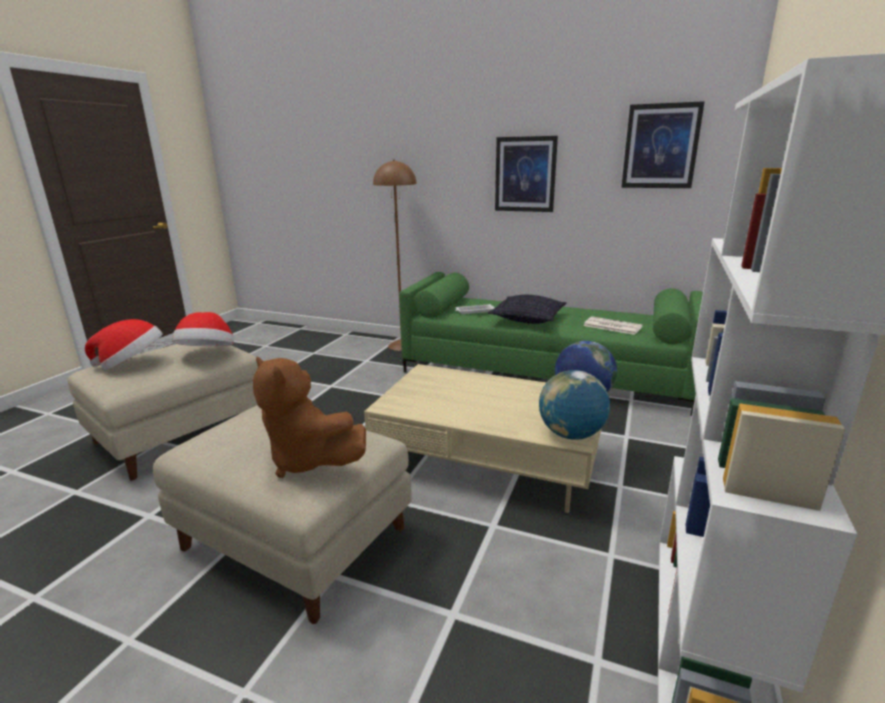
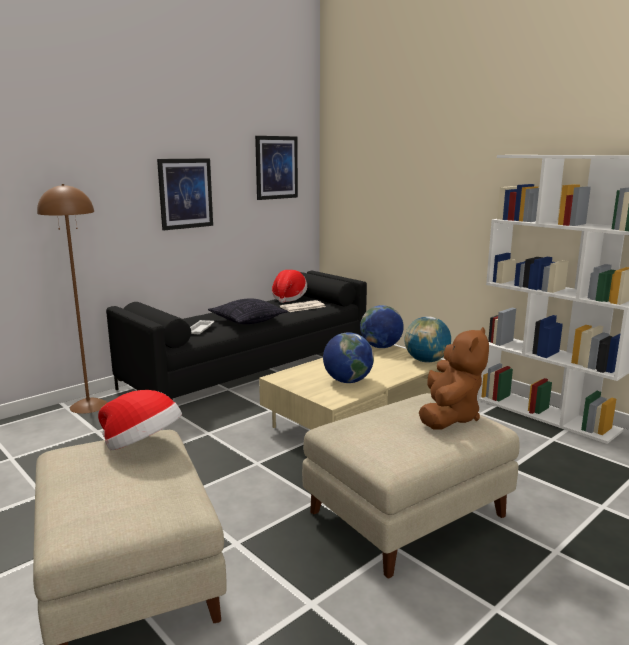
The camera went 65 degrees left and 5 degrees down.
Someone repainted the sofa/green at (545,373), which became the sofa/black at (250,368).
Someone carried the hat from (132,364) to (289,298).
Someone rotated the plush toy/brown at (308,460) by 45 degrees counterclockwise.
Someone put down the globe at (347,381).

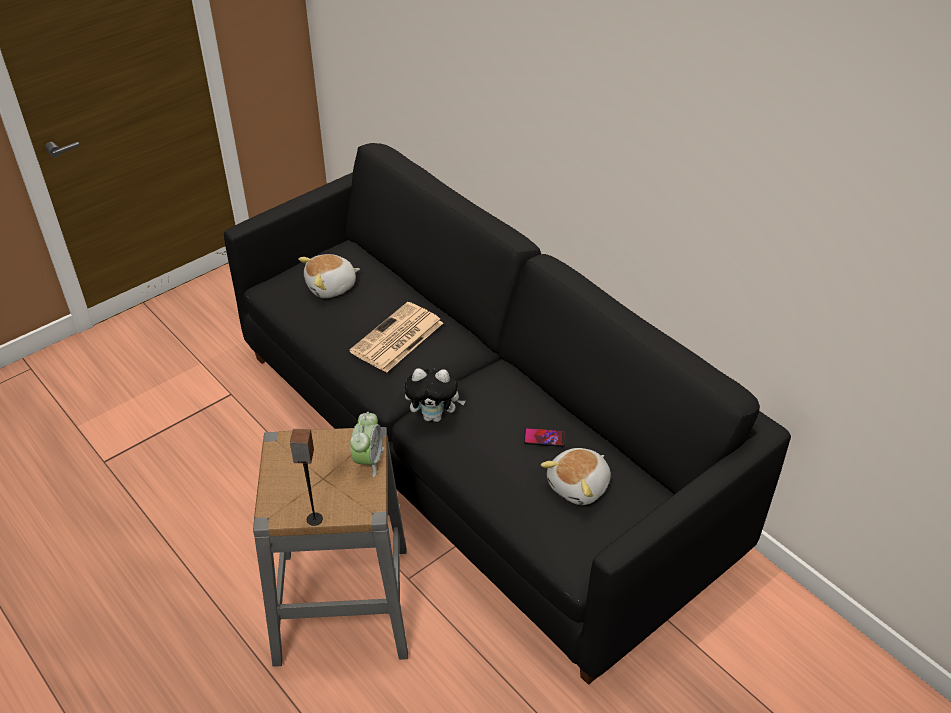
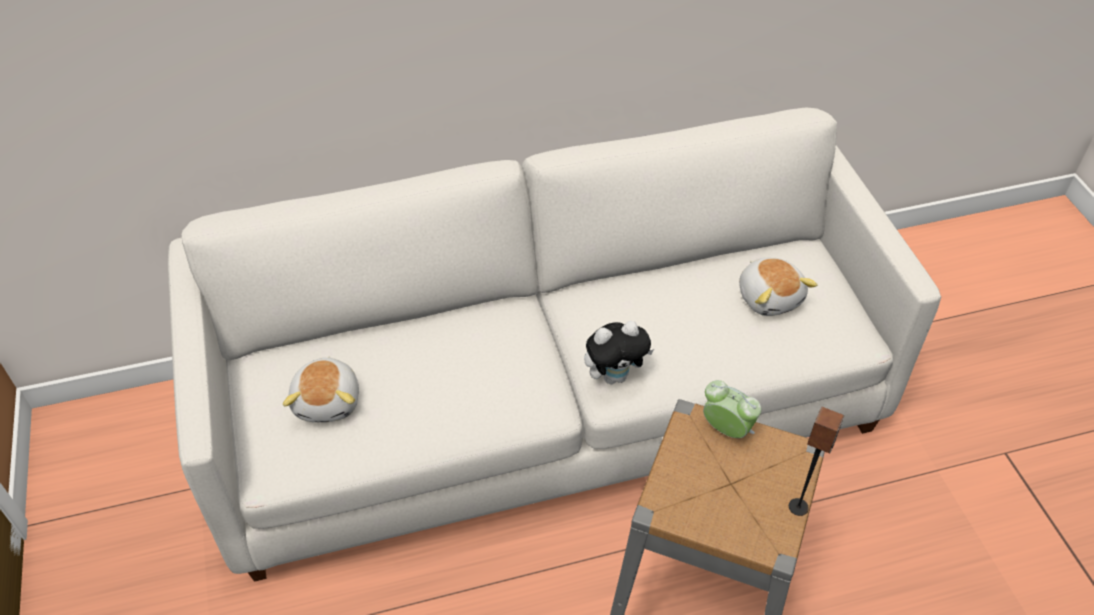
The camera went 65 degrees left and 5 degrees up.
Someone repainted the sofa/black at (477,450), which became the sofa/white at (548,406).
Someone took away the newspaper at (397,338).
Someone rotated the plush toy at (434,416) by 45 degrees clockwise.
Someone took away the phone at (544,438).

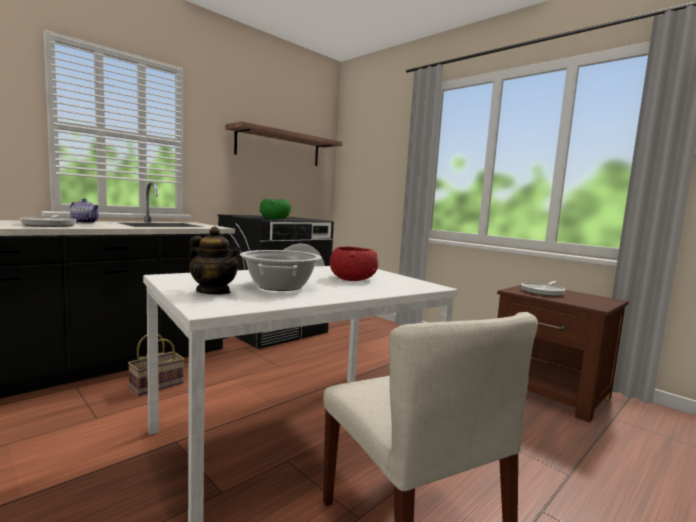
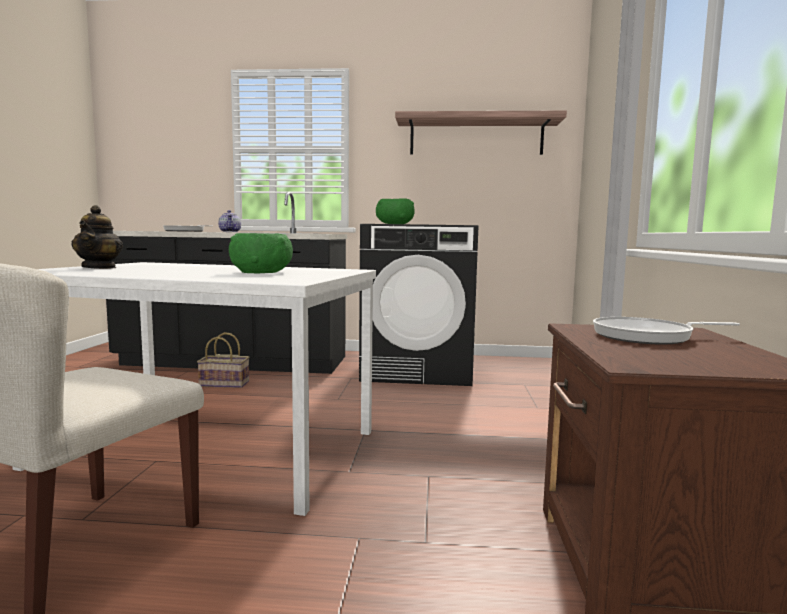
The camera went 50 degrees right and 0 degrees up.
Someone repainted the bowl/red at (352,278), which became the bowl/green at (261,272).
Someone took away the cooking pot at (279,286).

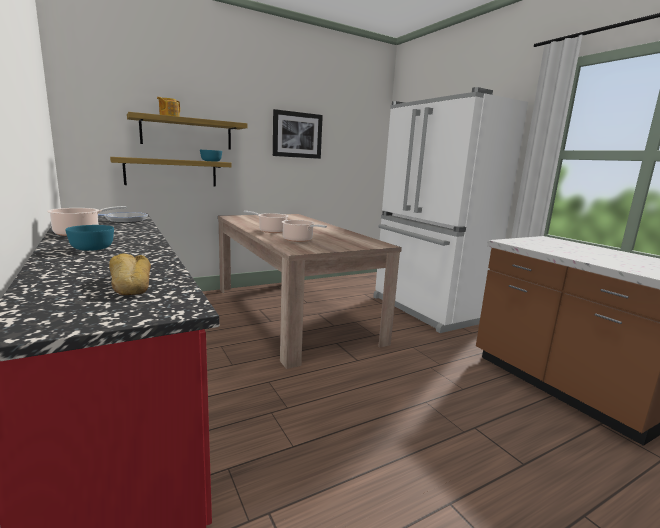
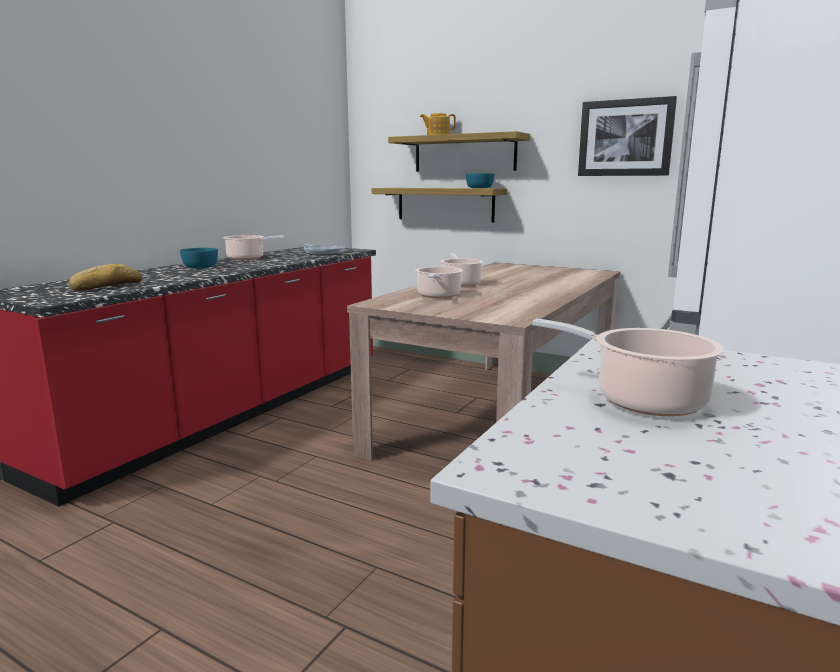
The camera went 60 degrees right and 0 degrees up.
Someone put down the cooking pot at (642,400).

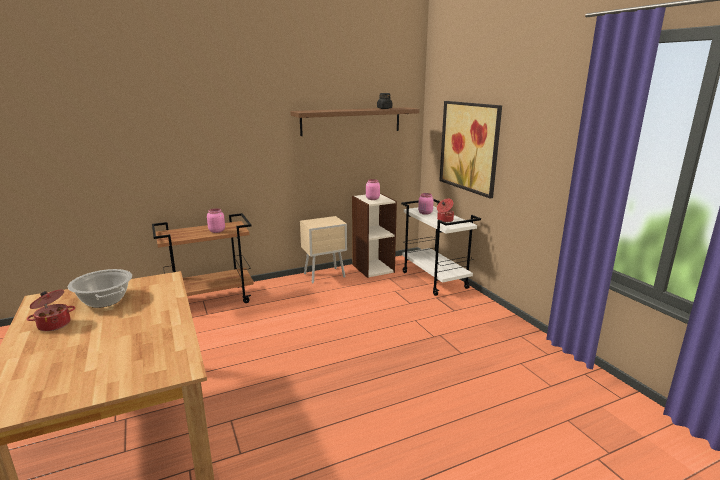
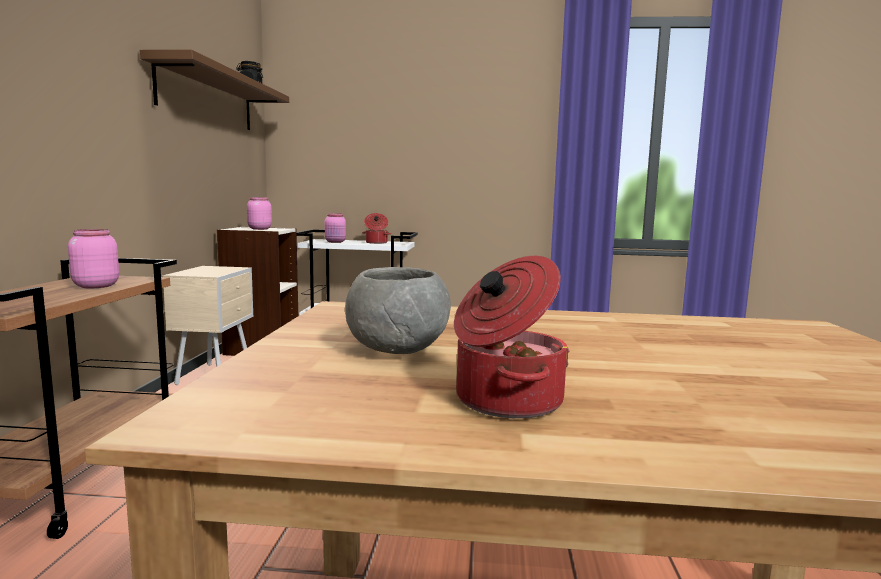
The camera went 60 degrees left and 10 degrees down.
Someone took away the picture at (469,147).
Someone swapped the cooking pot at (105,300) for the bowl/grey at (398,350).

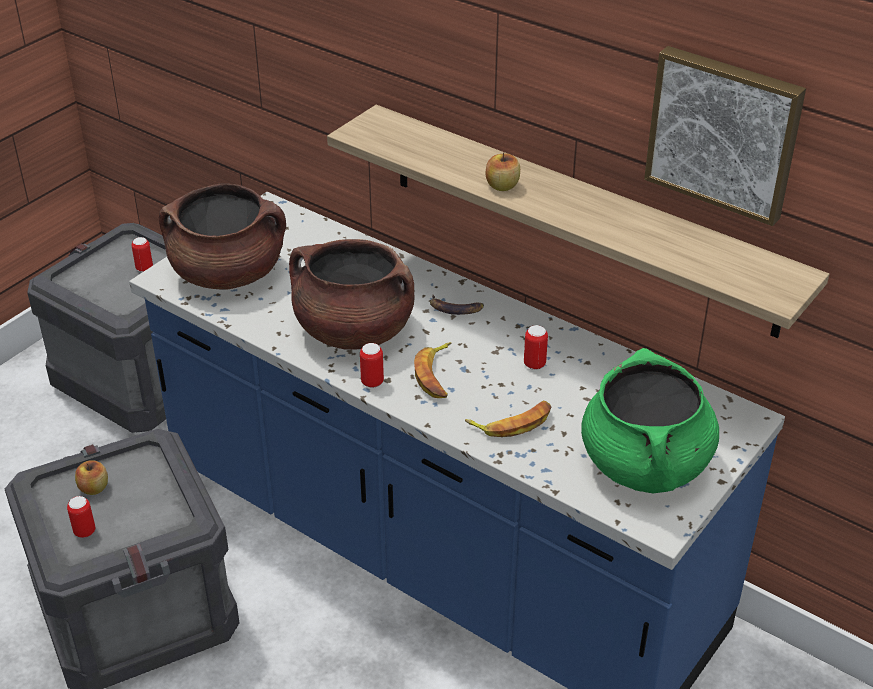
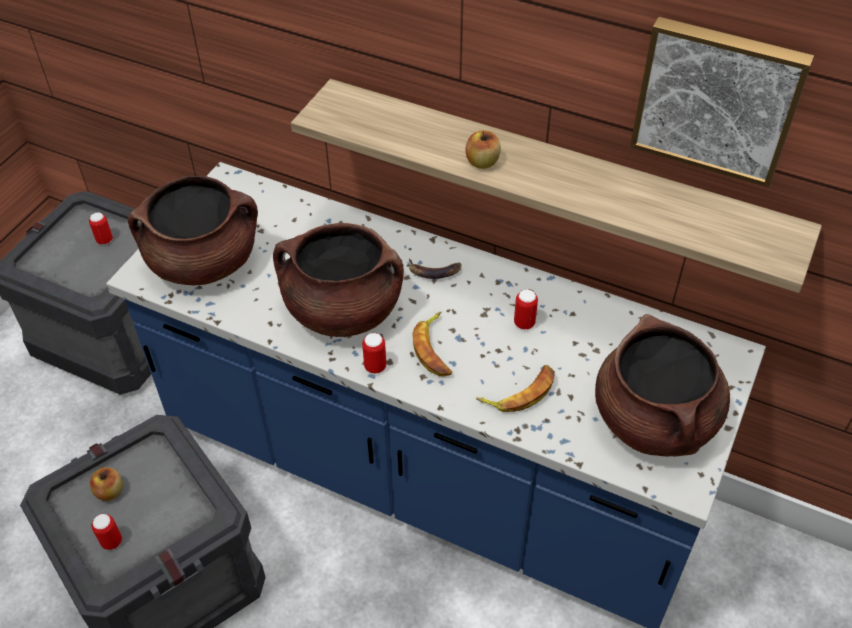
The camera went 10 degrees left and 10 degrees up.
Someone repainted the cooking pot/green at (645,464), which became the cooking pot/brown at (654,420).

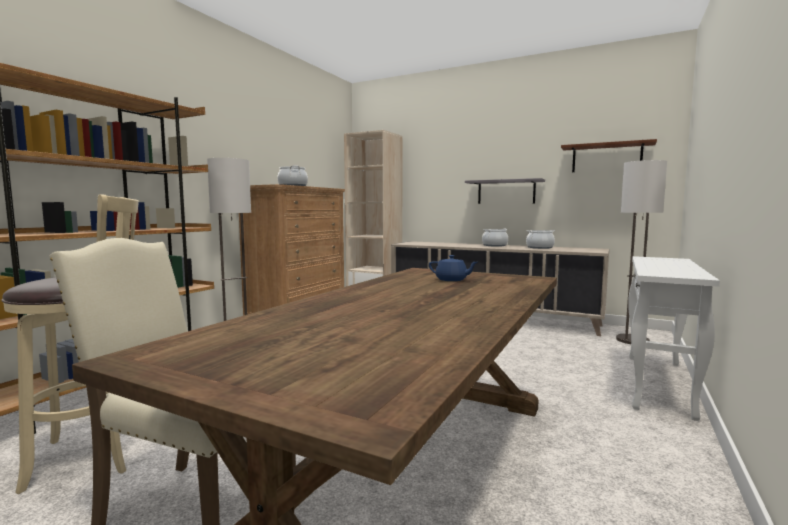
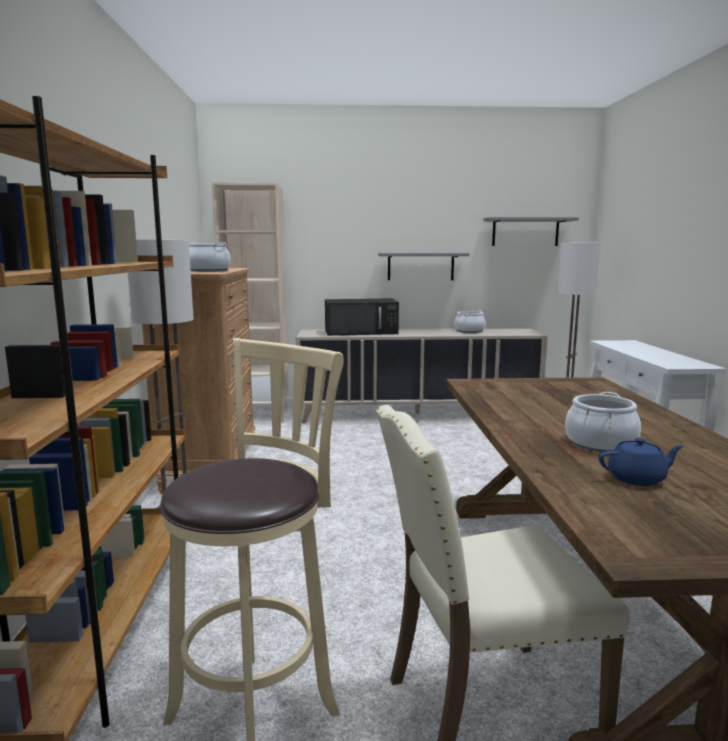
The camera went 30 degrees left and 5 degrees up.
Someone repainted the shelf/brown at (606,158), which became the shelf/grey at (525,232).
Someone carried the cooking pot from (494,245) to (600,443).
Someone carried the teapot/blue from (452,280) to (637,479).
Someone put down the microwave/black at (362,332).

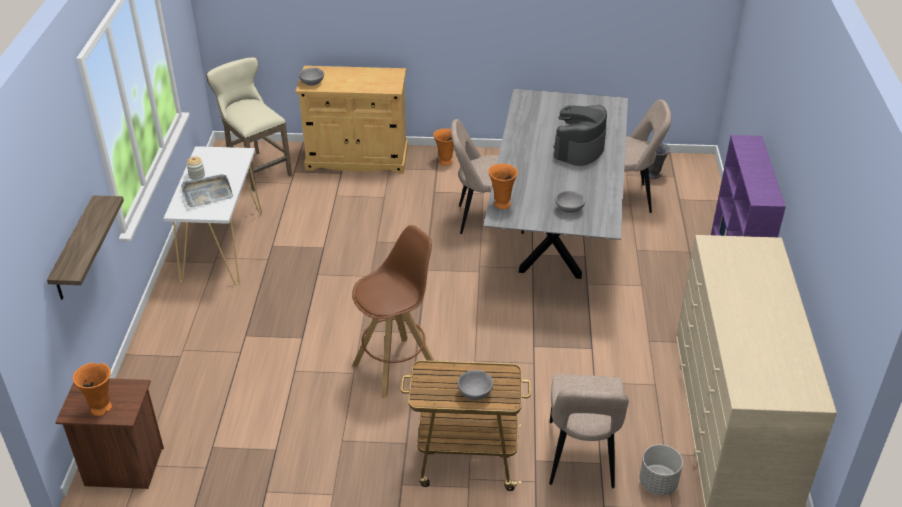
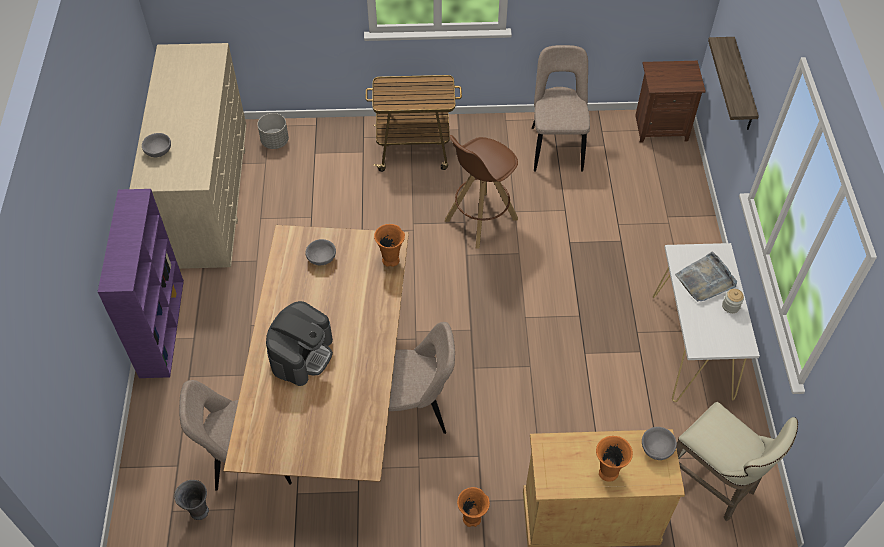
The camera went 175 degrees right and 15 degrees up.
Someone repainted the dining table/grey at (555,232), which became the dining table/brown at (333,396).
Someone carried the vase/orange from (102,408) to (607,472).
Someone carried the bowl/grey from (475,393) to (158,151).
Someone carried the chair/beige from (581,458) to (556,146).

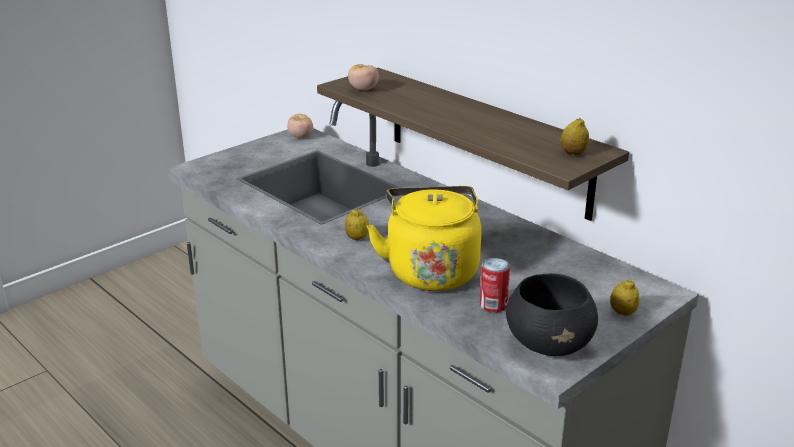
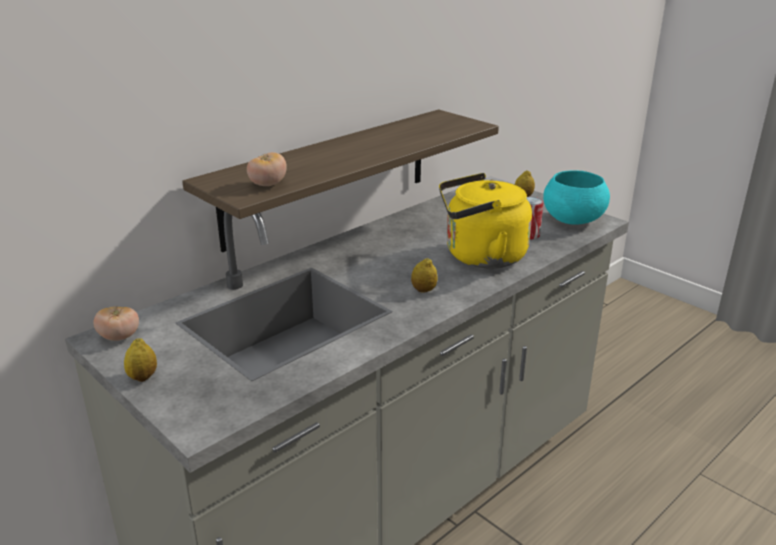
The camera went 90 degrees left and 0 degrees up.
Someone carried the lemon from (573,153) to (143,377).
Someone repainted the bowl/black at (549,344), which became the bowl/turquoise at (572,220).

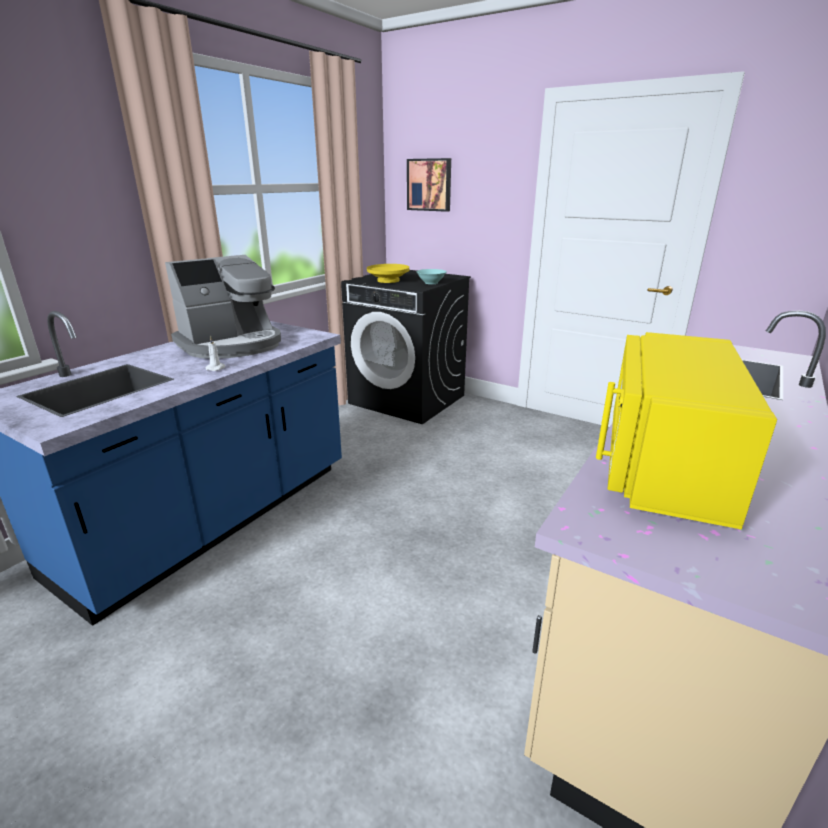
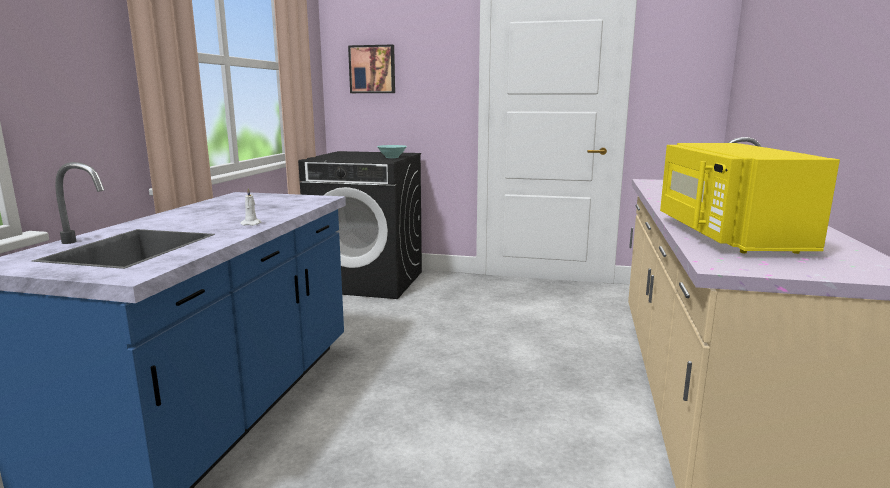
The camera went 20 degrees left and 10 degrees down.
Someone took away the coffee machine at (232,345).
Someone took away the bowl/yellow at (388,281).

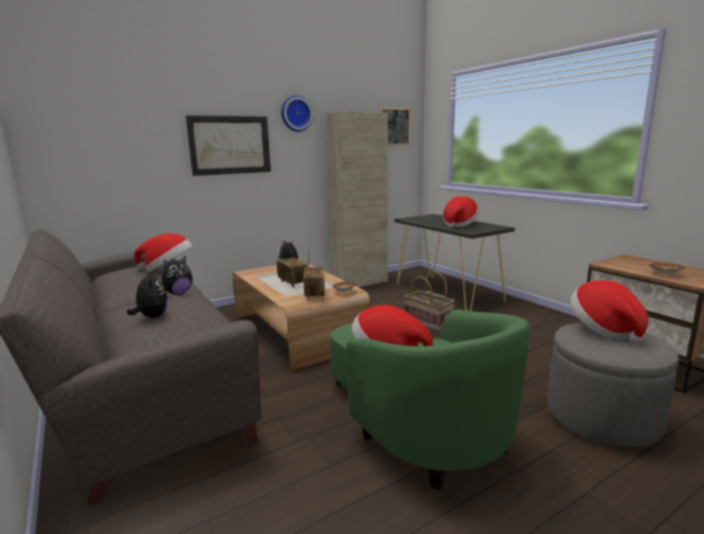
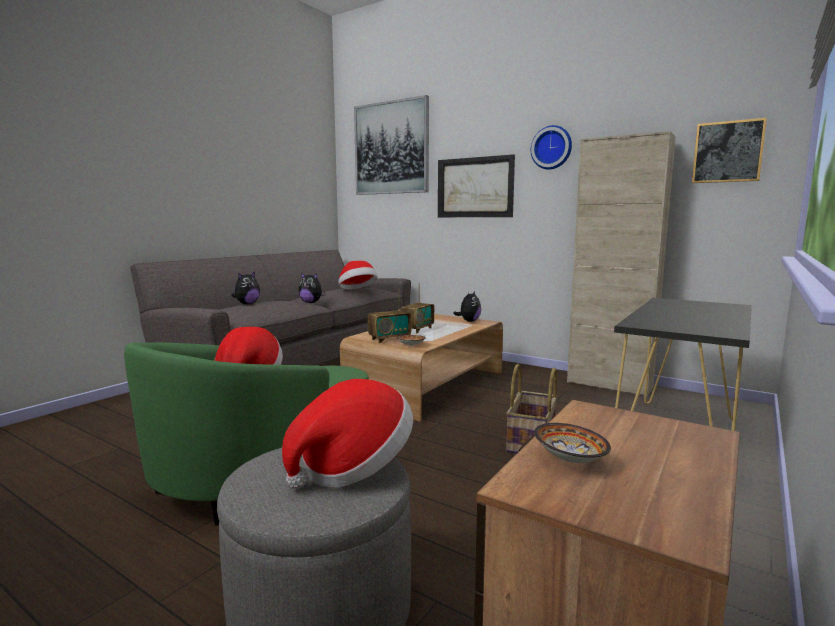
The camera went 65 degrees right and 5 degrees down.
Someone took away the hat at (459,224).
Someone put up the picture at (391,148).

